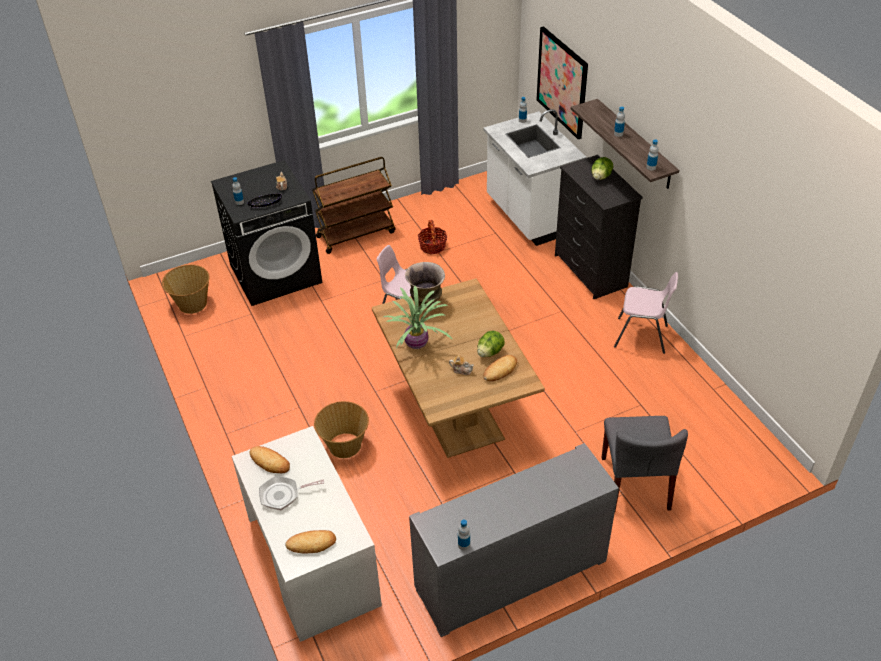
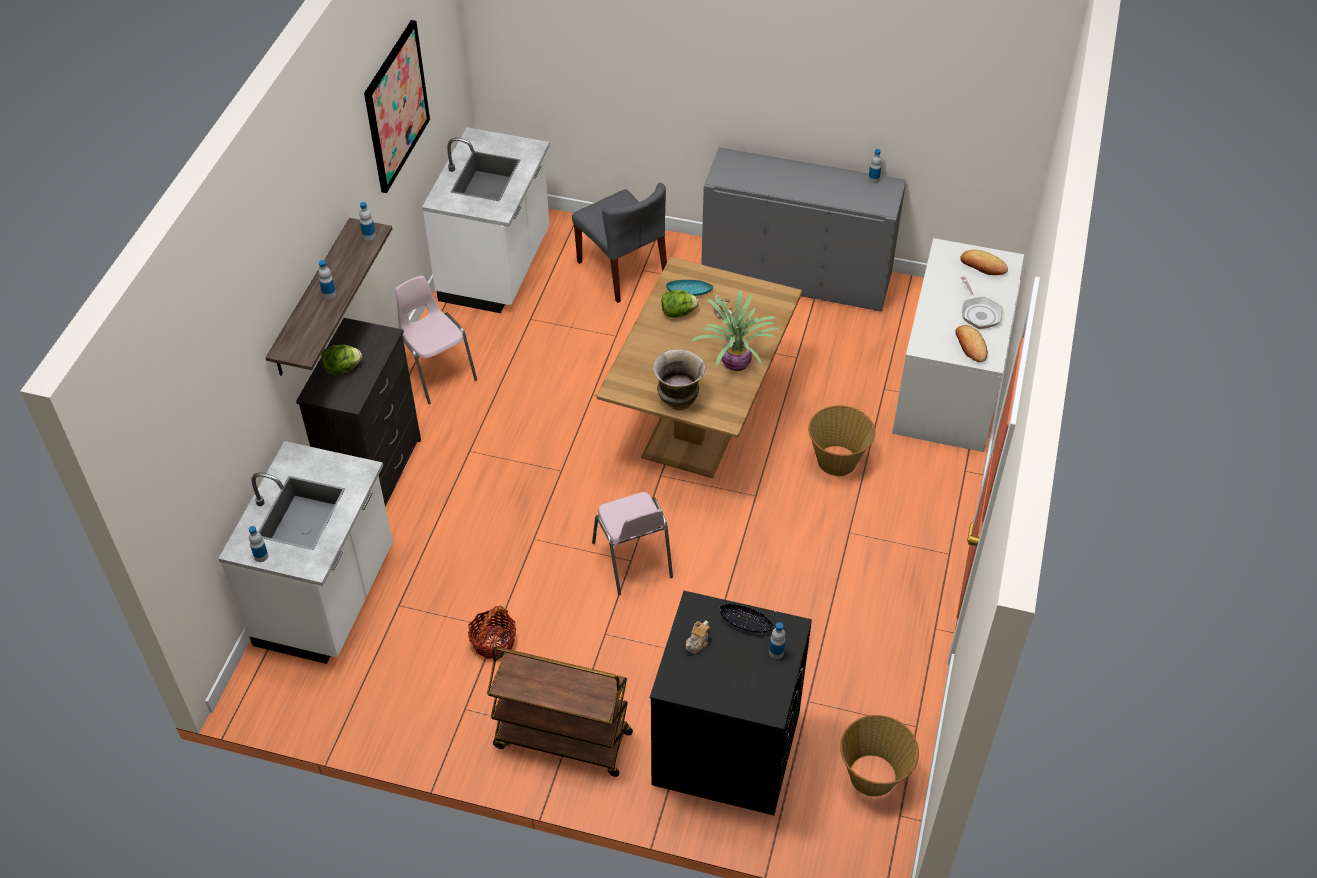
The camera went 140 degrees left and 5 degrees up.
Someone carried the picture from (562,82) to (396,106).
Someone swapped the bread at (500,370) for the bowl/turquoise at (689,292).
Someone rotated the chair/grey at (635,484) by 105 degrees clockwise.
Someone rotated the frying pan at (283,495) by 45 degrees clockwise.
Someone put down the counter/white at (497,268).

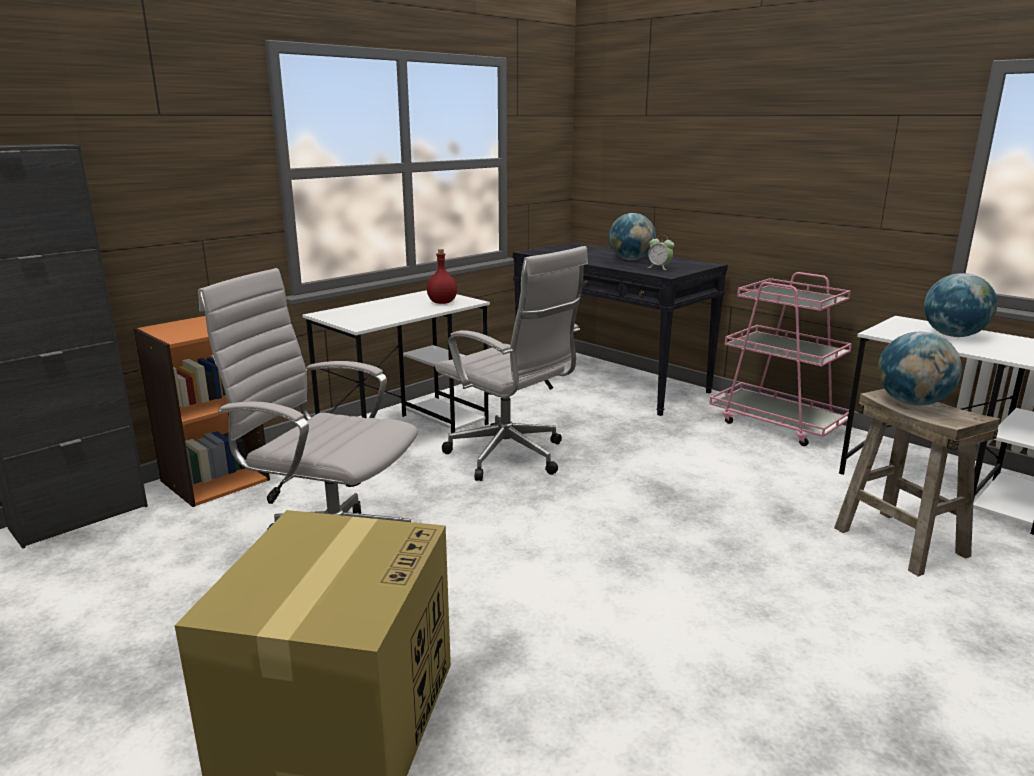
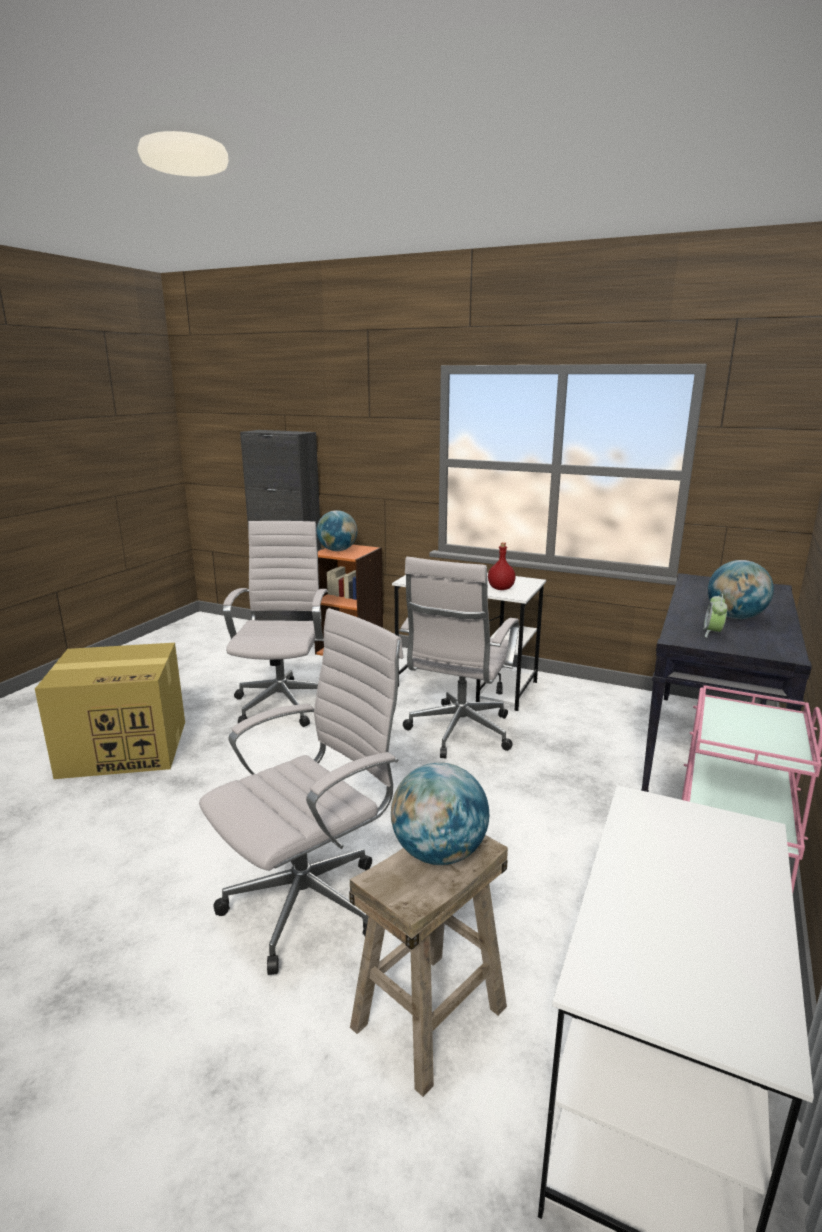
The camera went 70 degrees right and 0 degrees up.
Someone carried the globe from (953,335) to (337,550).
Someone put down the office chair/white at (312,901).

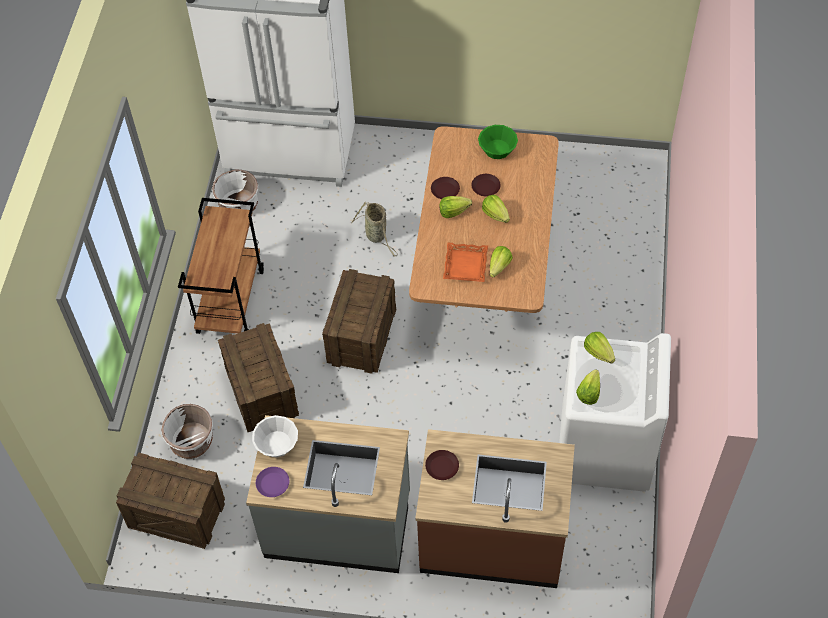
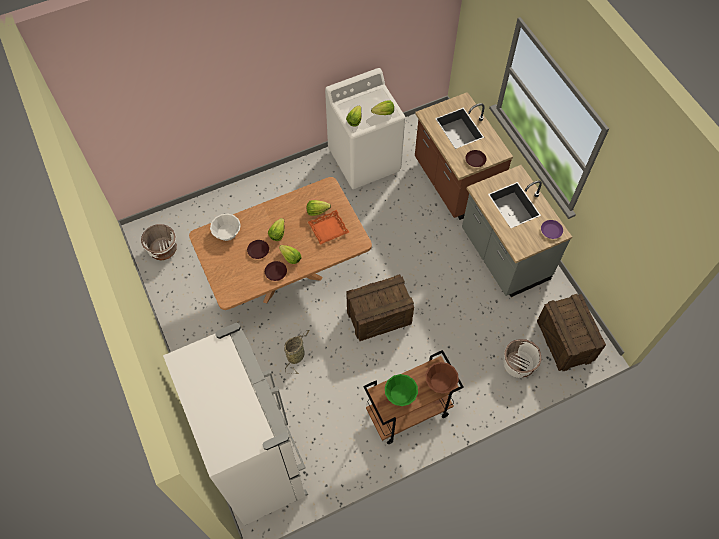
The camera went 125 degrees left and 5 degrees up.
Someone carried the bowl/green from (497,149) to (400,394).
Someone carried the planter/white from (238,205) to (163,249).
Someone took away the crate at (261,392).
Someone carried the bowl/white from (276,443) to (226,232).
Someone put down the bowl/brown at (440,381).

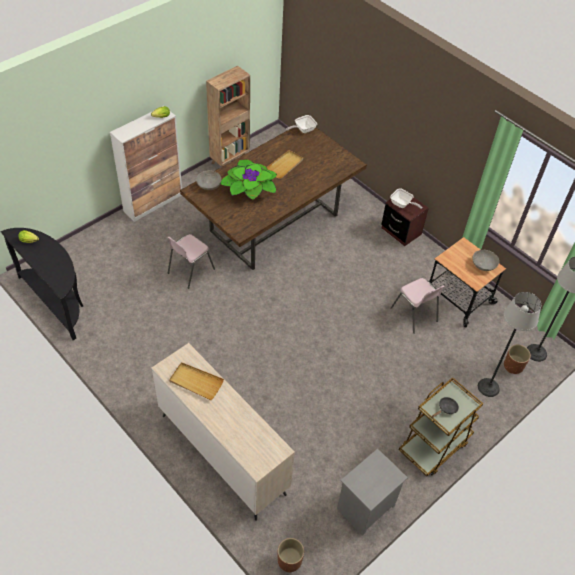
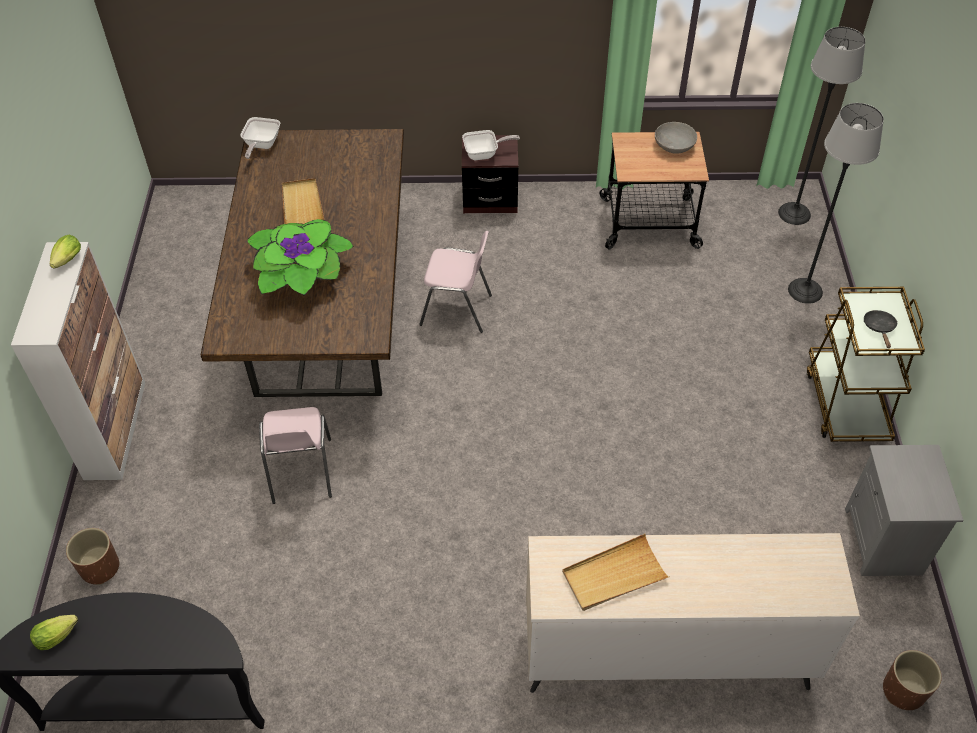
The camera went 45 degrees left and 0 degrees up.
Someone took away the bookcase/brown at (230,161).
Someone took away the bowl/grey at (209,185).
Someone carried the chair/pink from (414,315) to (457,310).
Someone carried the planter/brown from (513,366) to (100,567).

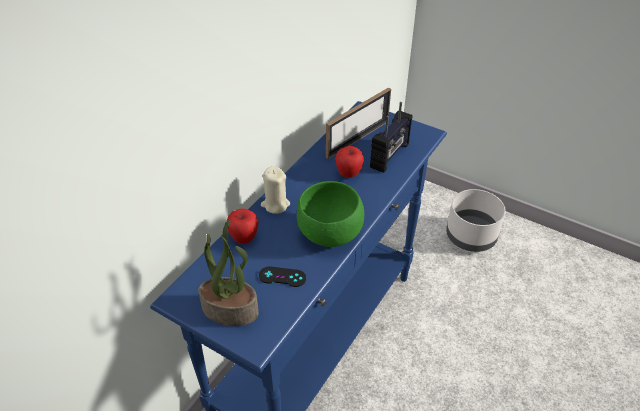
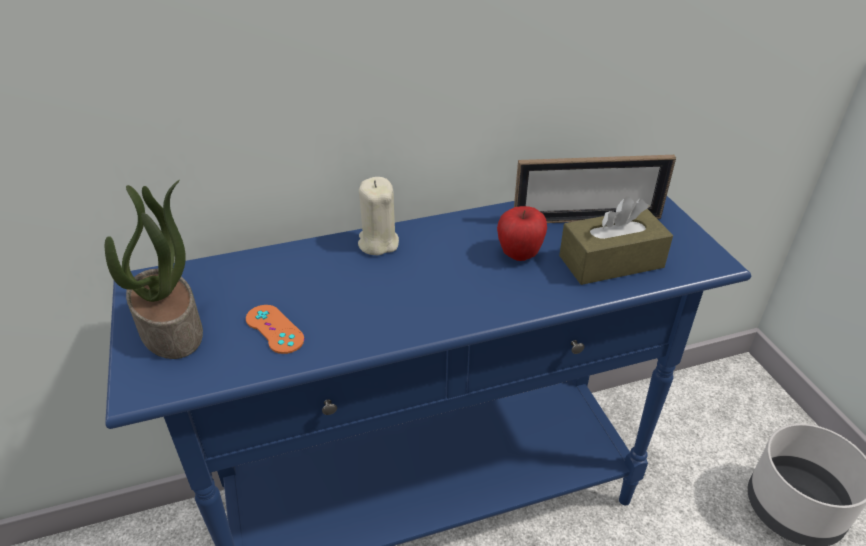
The camera went 40 degrees right and 5 degrees down.
Someone swapped the radio at (390,156) for the tissue box/brown at (611,262).
Someone took away the bowl/green at (331,236).
Someone took away the apple at (244,238).
Someone repainted the game controller/black at (282,277), which became the game controller/orange at (274,329).

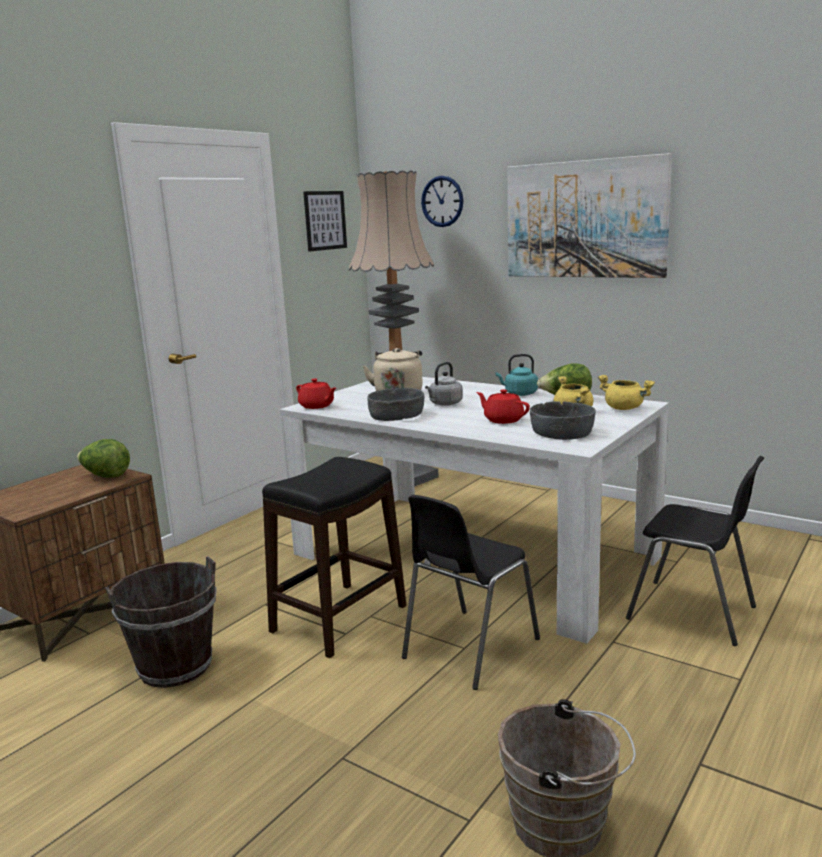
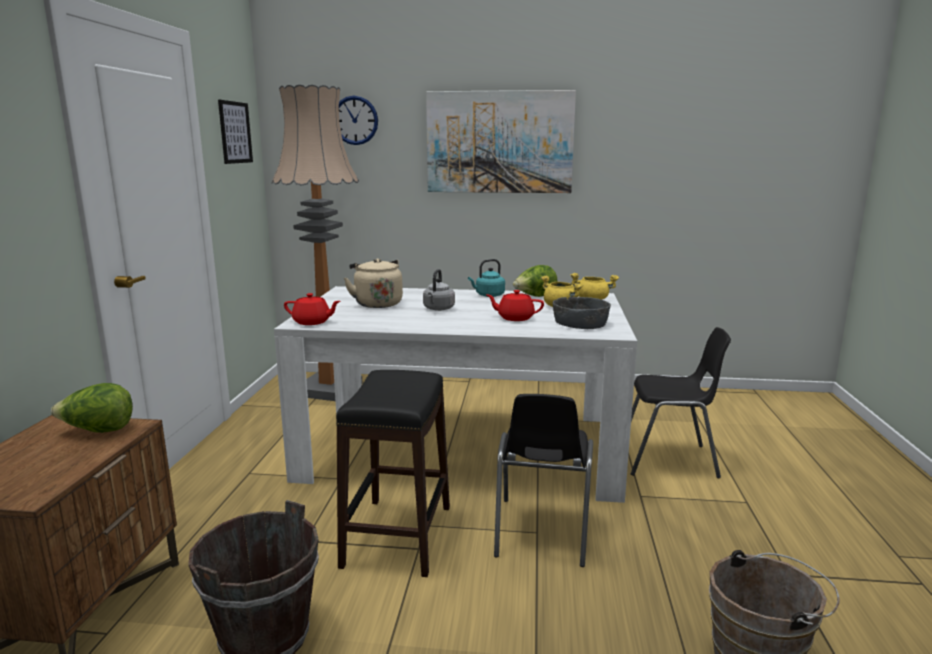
The camera went 30 degrees left and 0 degrees up.
Someone took away the bowl/grey at (396,414).

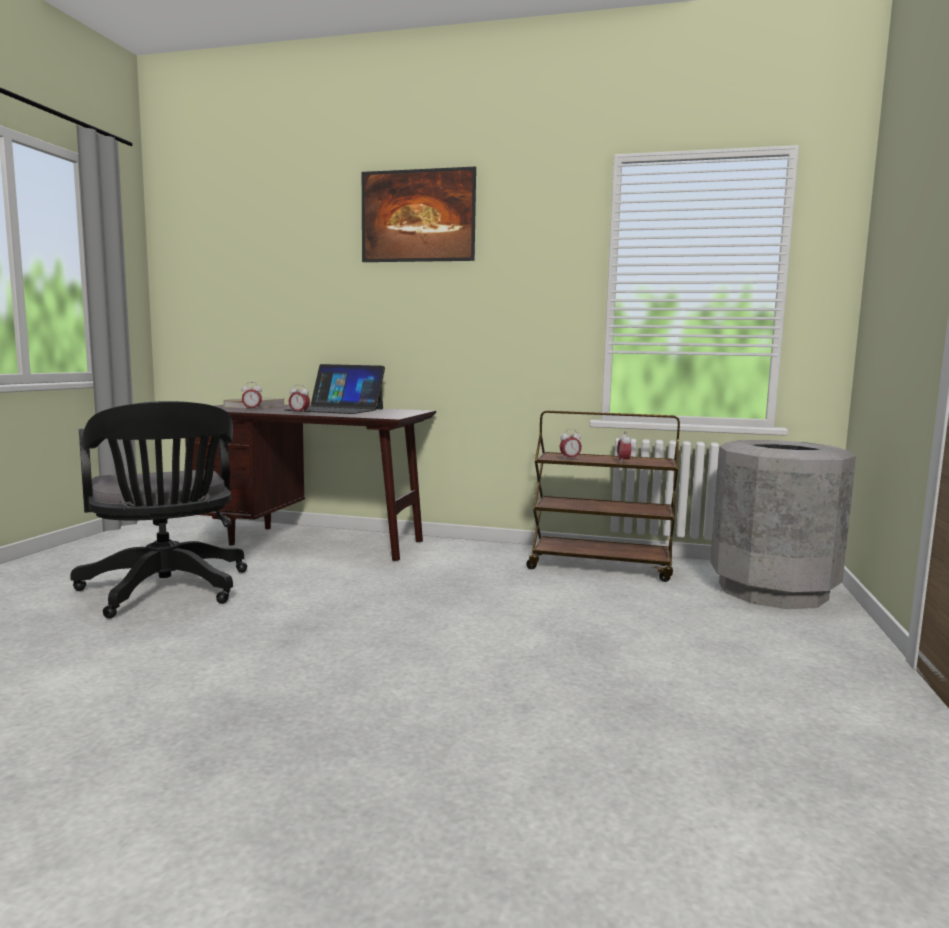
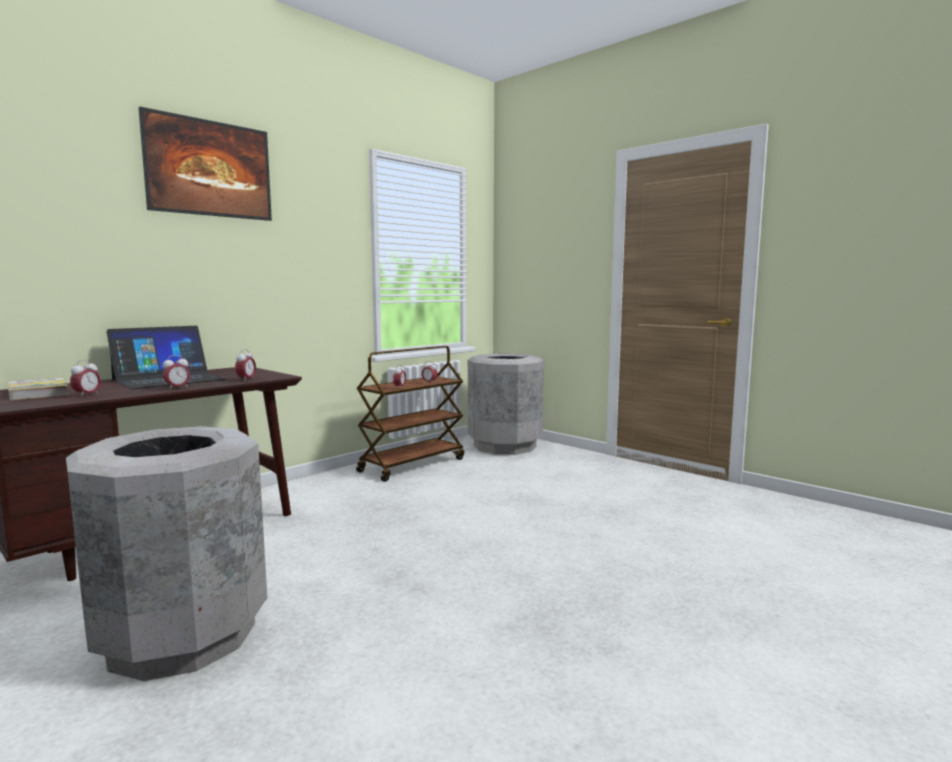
The camera went 60 degrees left and 0 degrees up.
Someone swapped the office chair/black at (166,591) for the trash can/grey at (182,635).
Someone put down the alarm clock at (246,380).

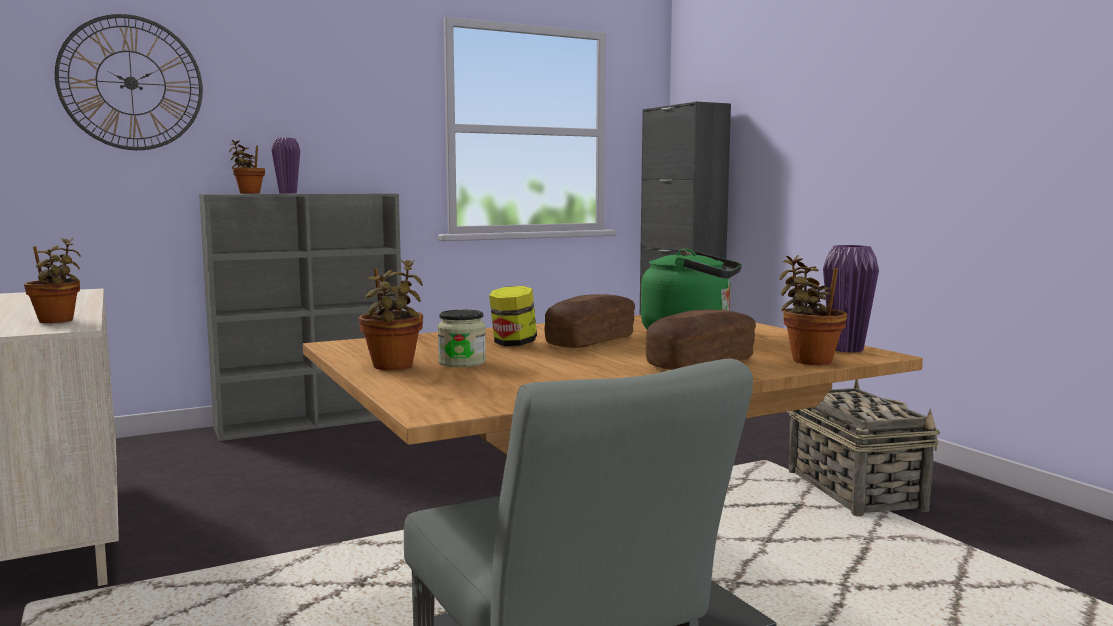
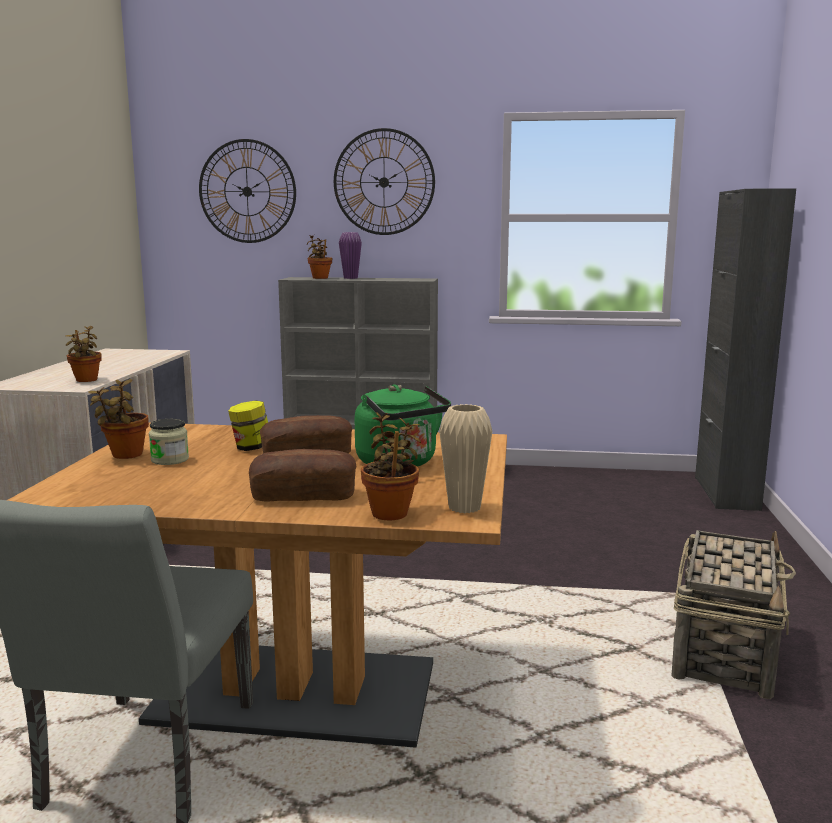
The camera went 35 degrees right and 5 degrees up.
Someone repainted the vase/purple at (846,349), which became the vase/beige at (464,507).
Someone put up the wall clock at (384,182).

